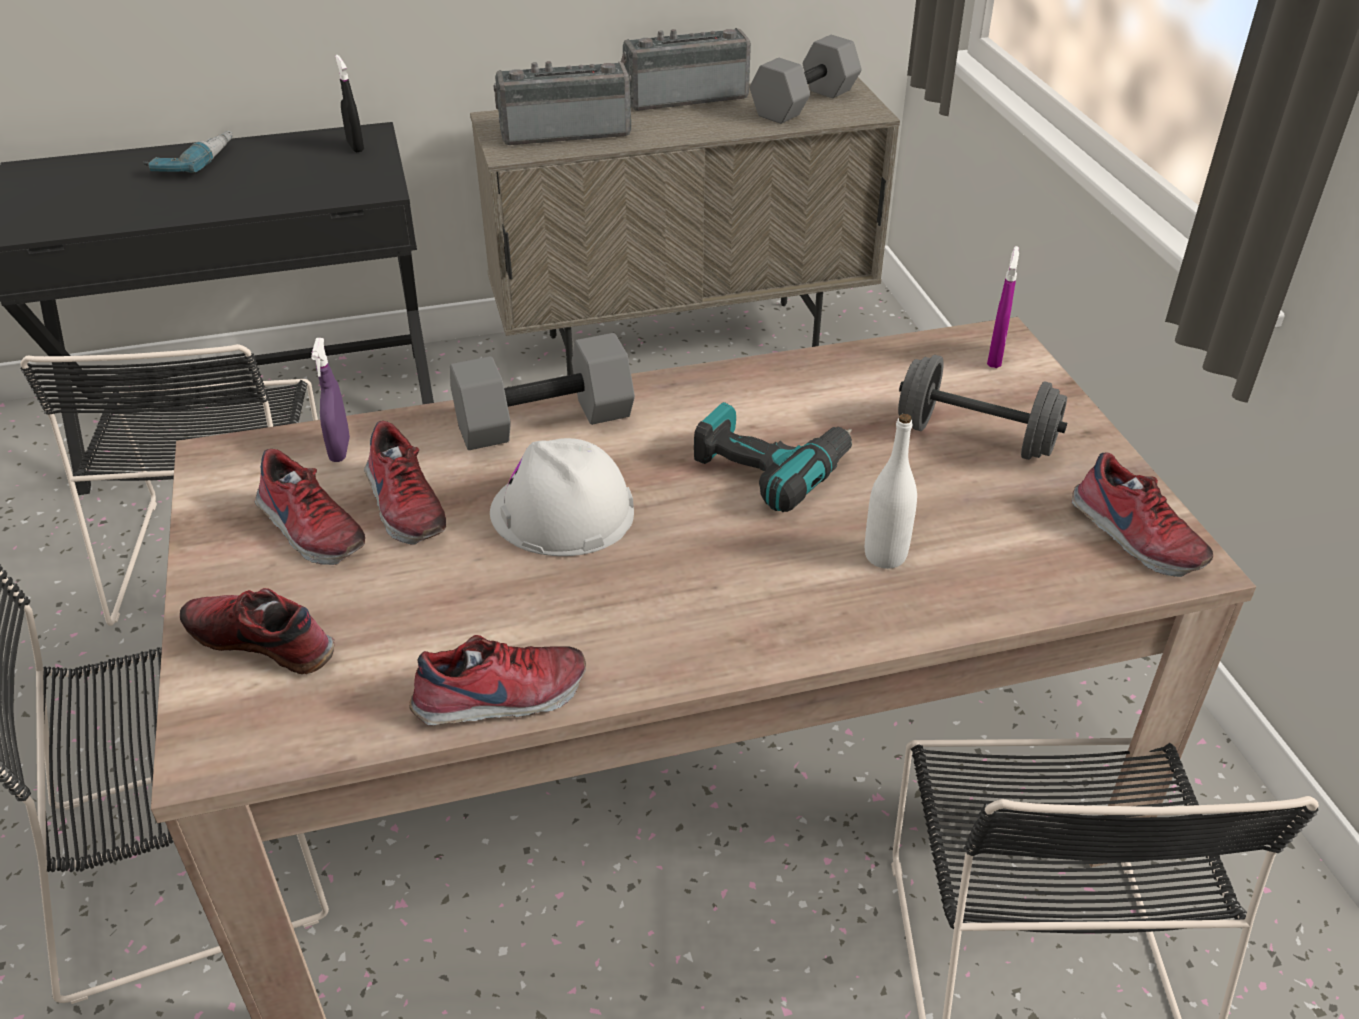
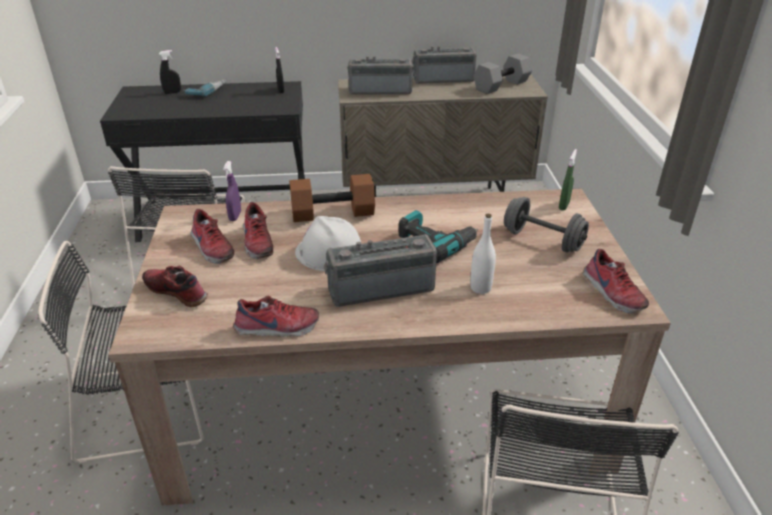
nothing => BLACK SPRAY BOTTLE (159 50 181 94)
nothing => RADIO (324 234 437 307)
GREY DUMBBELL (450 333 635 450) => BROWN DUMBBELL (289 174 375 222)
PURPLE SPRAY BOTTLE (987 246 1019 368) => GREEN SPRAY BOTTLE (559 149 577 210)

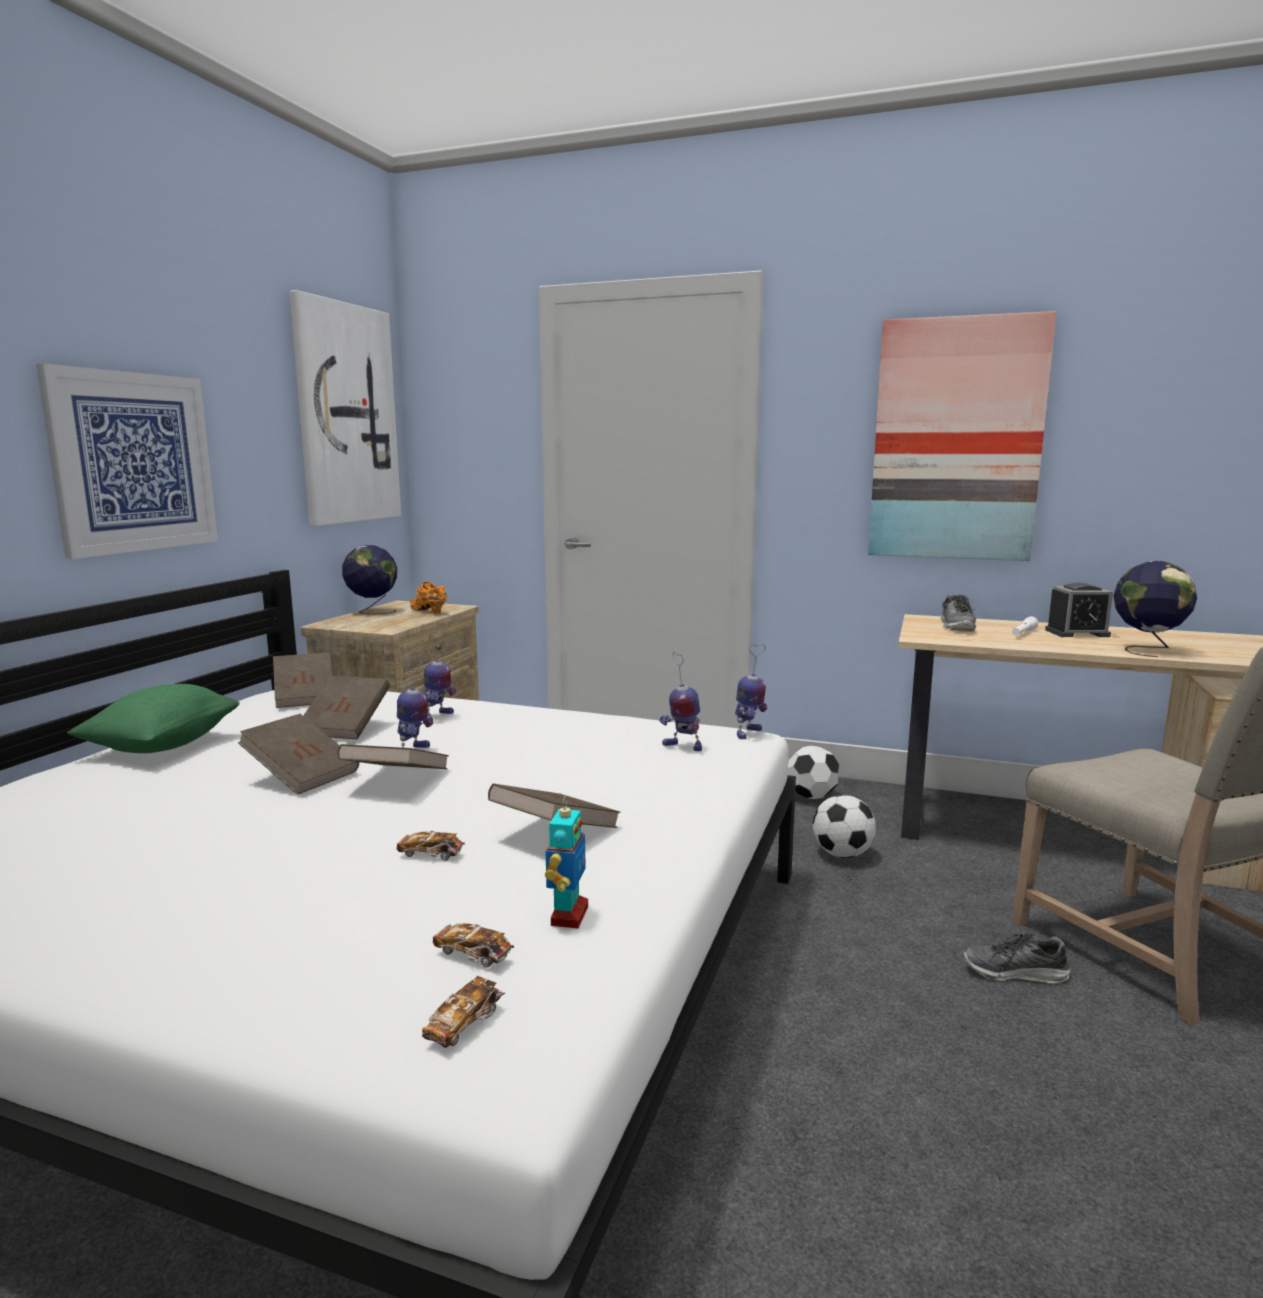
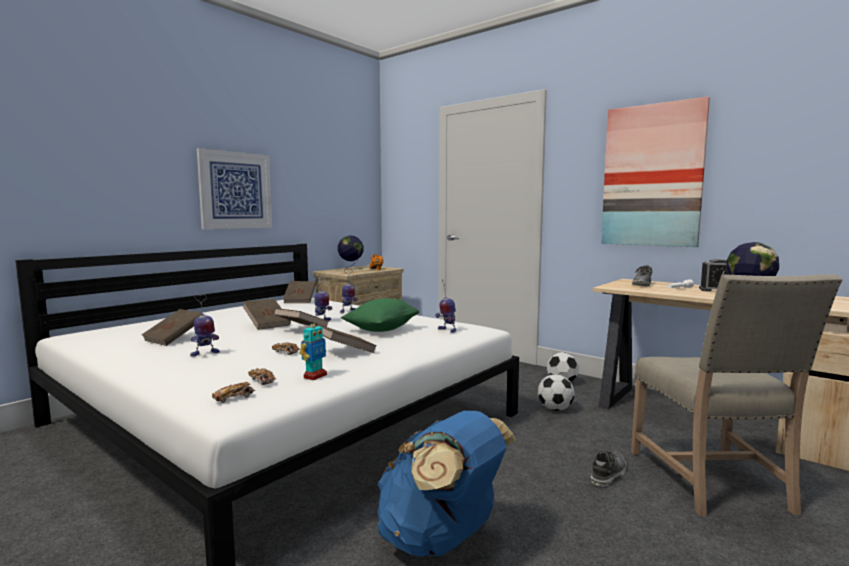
PICTURE (290 290 401 526) => nothing
nothing => BLUE BACKPACK (378 411 516 557)
GREEN PILLOW (67 684 240 753) => GREEN PILLOW (341 298 420 332), relocated
BROWN BOOK (303 676 390 739) => BROWN BOOK (141 309 202 346), relocated
TOY ROBOT (735 644 767 739) => TOY ROBOT (190 294 220 357), relocated
SHOE (964 933 1070 983) => SHOE (591 450 626 487), 105 degrees clockwise

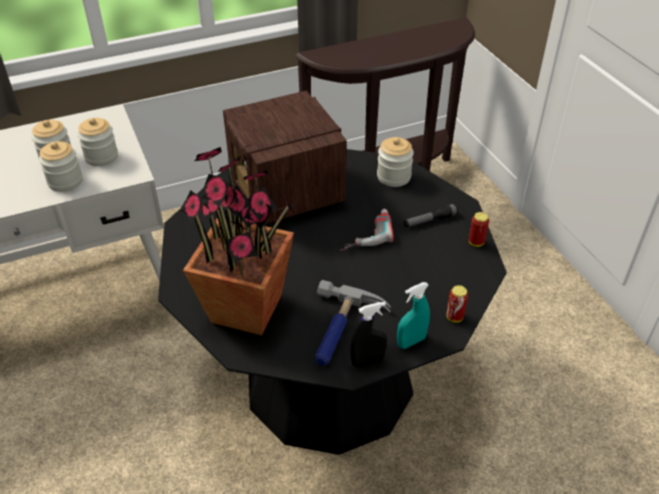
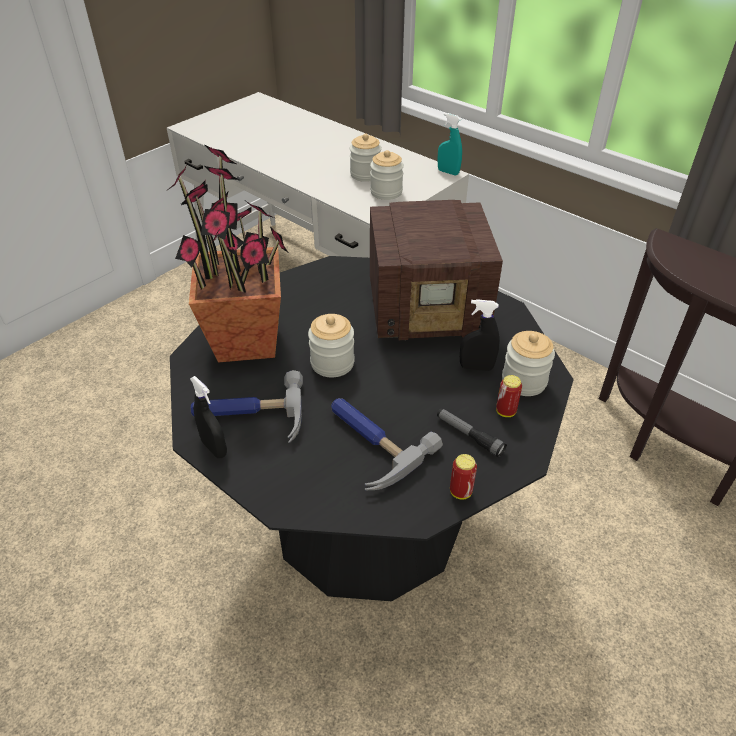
POWER DRILL (340 209 394 251) => nothing
nothing => HAMMER (331 398 443 490)
nothing => BLACK SPRAY BOTTLE (460 299 500 371)
JAR (39 141 83 192) => JAR (308 314 355 377), relocated
TURQUOISE SPRAY BOTTLE (397 282 430 349) => TURQUOISE SPRAY BOTTLE (438 113 462 176), relocated
CAN (446 285 468 323) => CAN (496 375 522 417), relocated
RADIO (223 90 347 224) => RADIO (370 200 503 340), 135 degrees counterclockwise

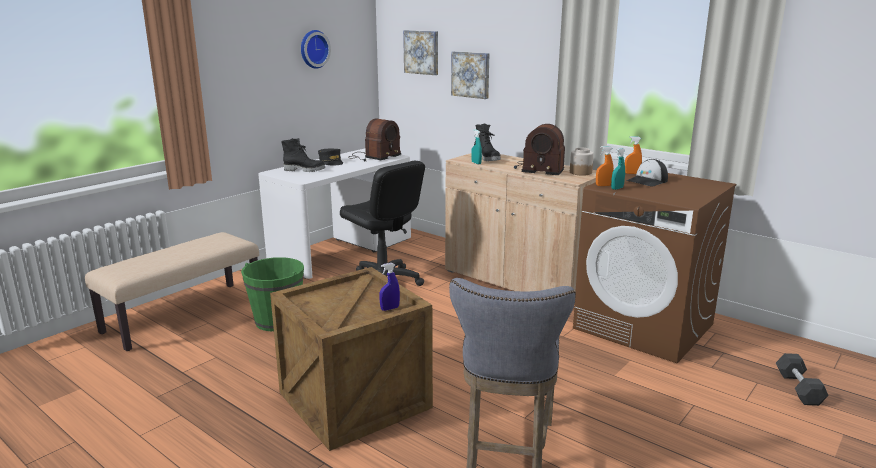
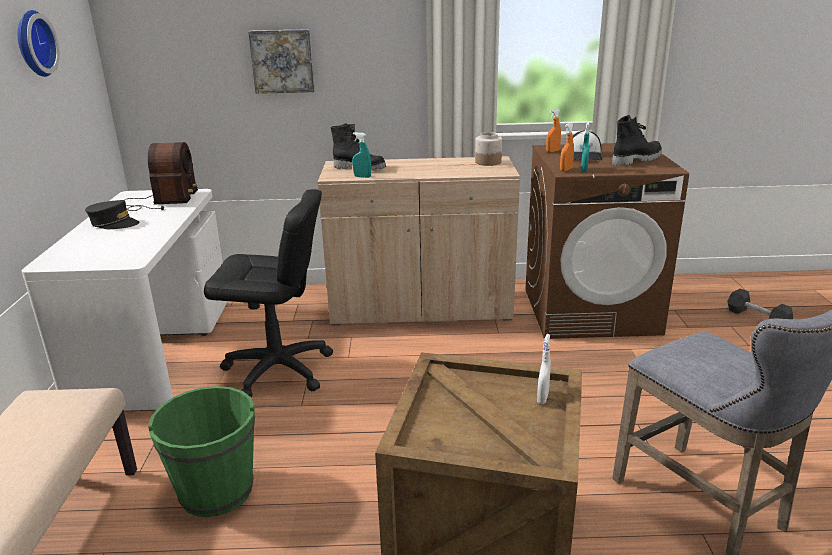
PICTURE (403 30 438 75) => nothing
RADIO (514 124 565 175) => nothing
BLACK BOOT (281 138 325 172) => BLACK BOOT (612 115 662 166), relocated
BLUE SPRAY BOTTLE (379 263 400 311) => WHITE SPRAY BOTTLE (537 334 551 404)

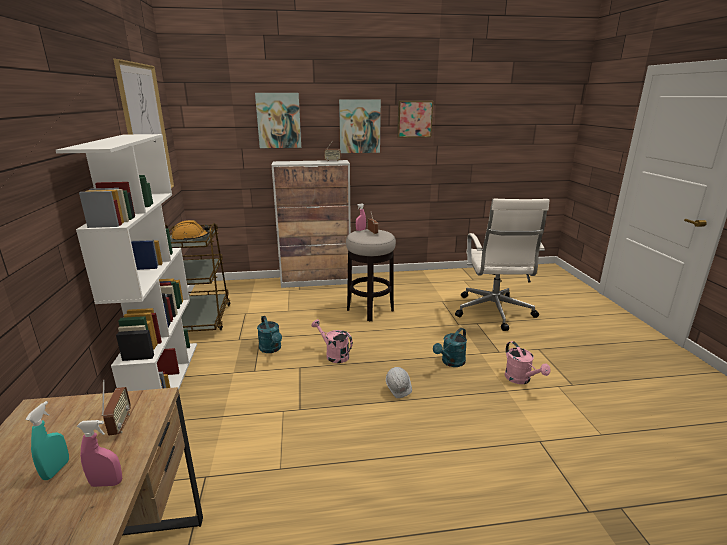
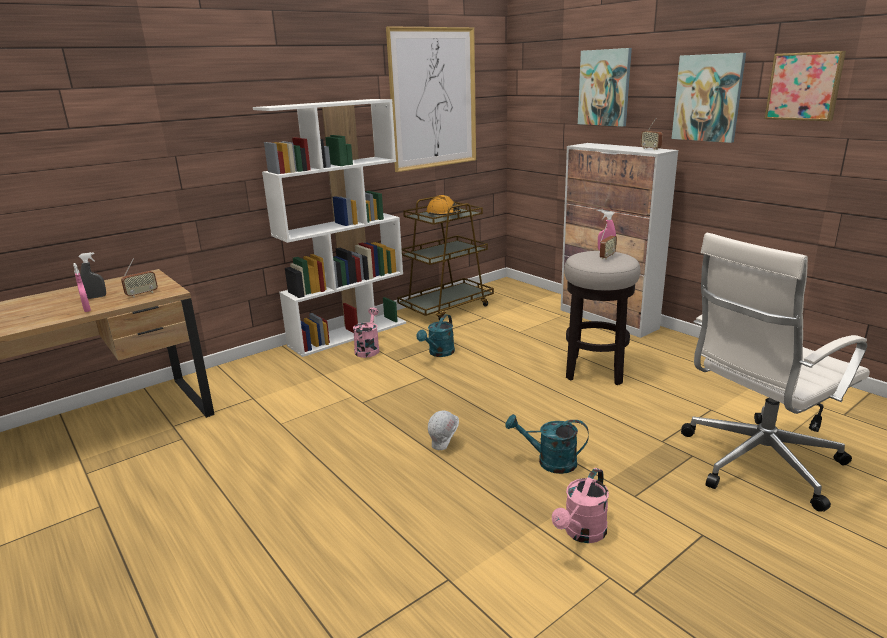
PINK WATERING CAN (311 319 353 363) => PINK WATERING CAN (353 308 380 358), relocated
TURQUOISE SPRAY BOTTLE (25 401 69 480) => GREY SPRAY BOTTLE (78 252 106 299)

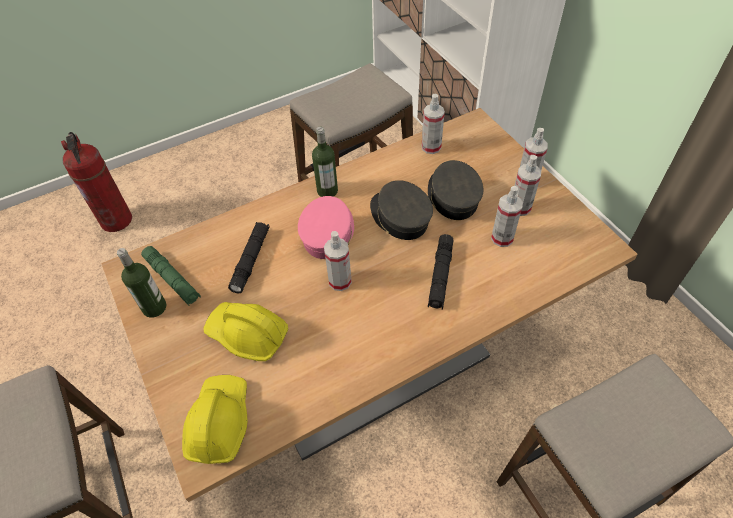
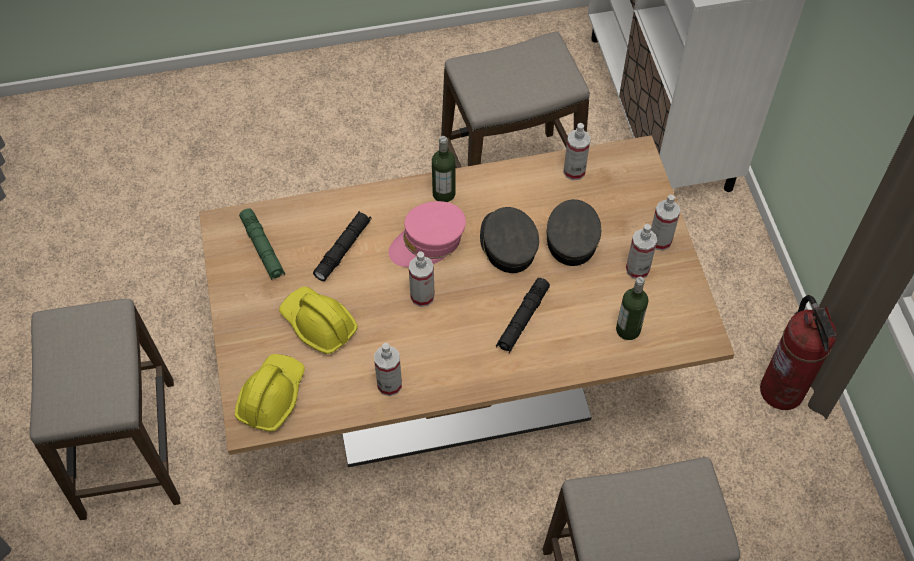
FIRE EXTINGUISHER (61 132 132 232) => FIRE EXTINGUISHER (760 295 837 410), relocated
BOTTLE (117 248 166 318) => BOTTLE (616 277 648 340), relocated
SPRAY BOTTLE (491 186 523 247) => SPRAY BOTTLE (374 343 402 396), relocated
PINK CAP (298 196 354 259) => PINK CAP (388 201 466 267), 150 degrees counterclockwise

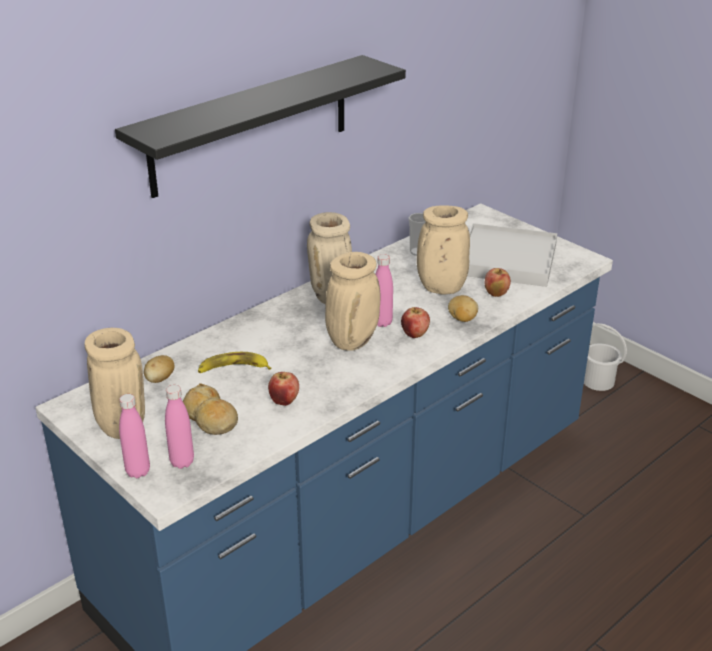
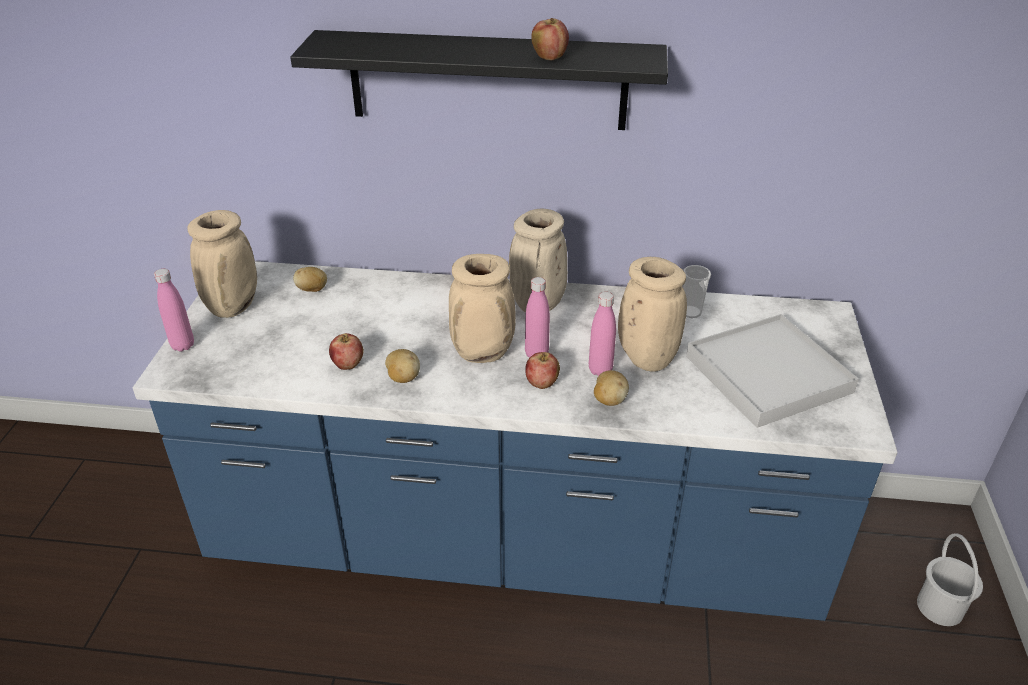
BREAD (183 383 238 435) => nothing
BANANA (198 352 272 373) => nothing
nothing => POTATO (385 349 420 383)
PINK BOTTLE (165 385 194 469) => PINK BOTTLE (589 292 616 376), relocated
APPLE (485 268 511 297) => APPLE (531 18 569 60), relocated

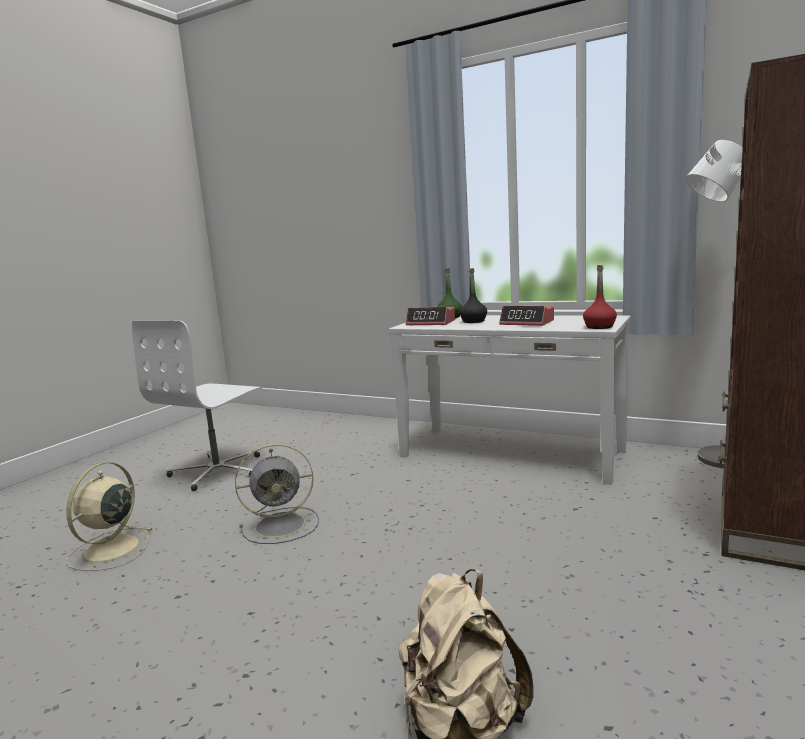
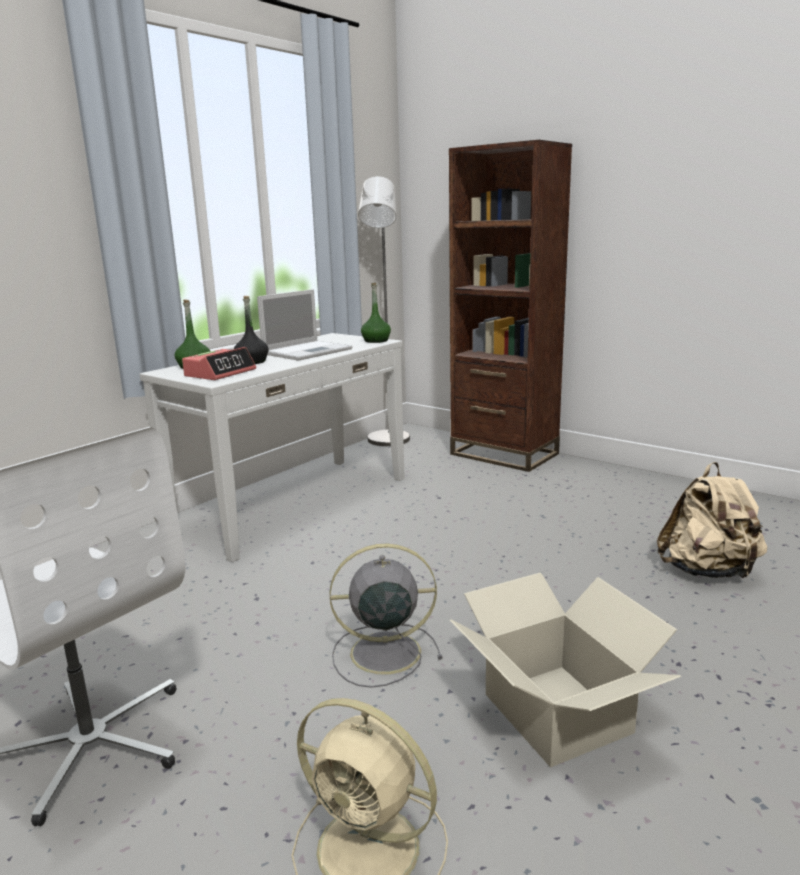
nothing => CARDBOARD BOX (450 572 682 767)
ALARM CLOCK (499 306 554 326) => LAPTOP (257 289 352 361)
RED BOTTLE (583 265 617 329) => GREEN BOTTLE (361 283 391 343)
GREY FAN (235 444 319 544) => GREY FAN (330 543 443 688), 90 degrees counterclockwise

